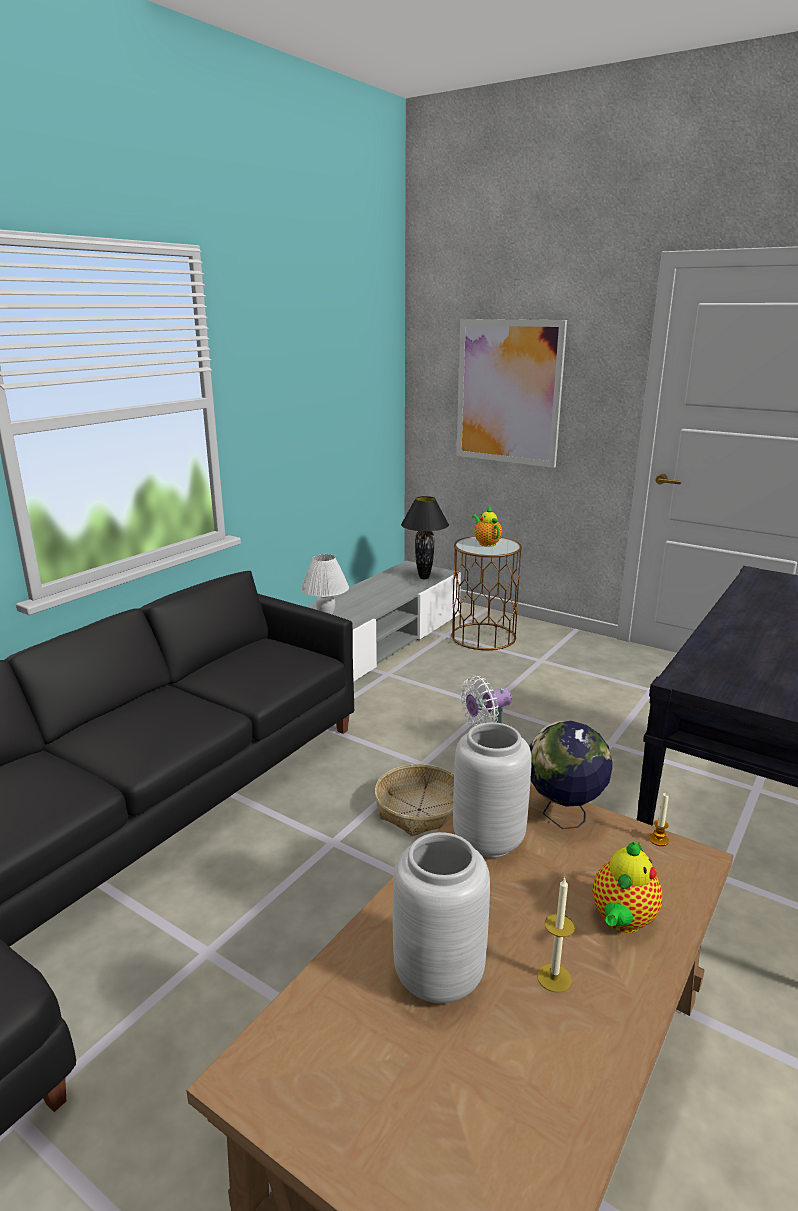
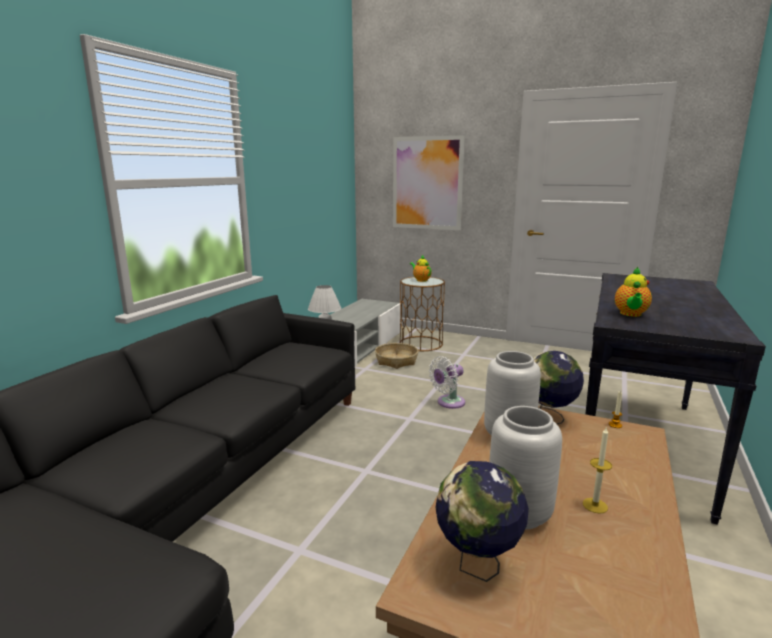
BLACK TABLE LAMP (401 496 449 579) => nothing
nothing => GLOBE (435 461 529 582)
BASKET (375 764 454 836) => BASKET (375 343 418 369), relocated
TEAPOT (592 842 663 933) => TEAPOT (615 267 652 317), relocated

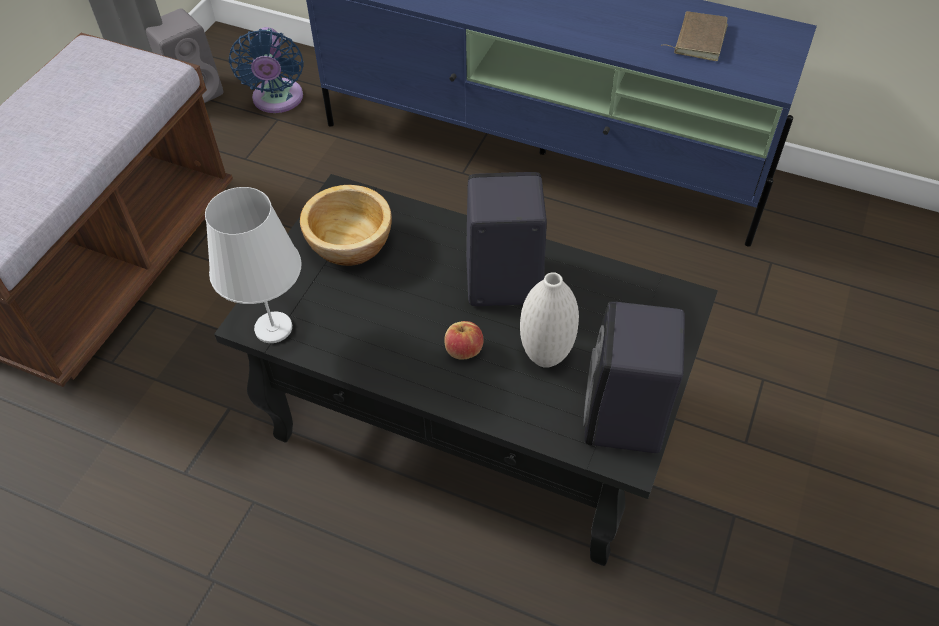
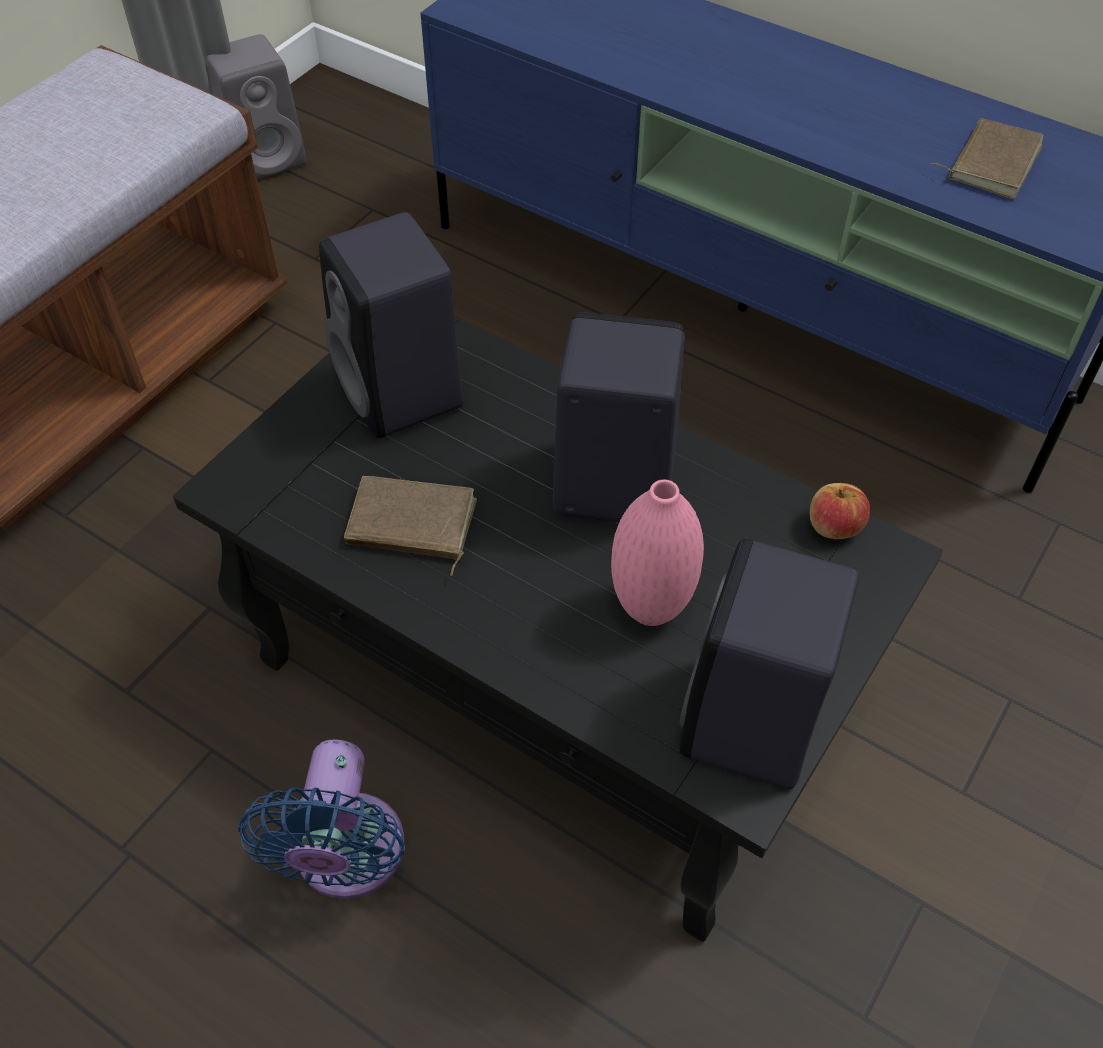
WHITE TABLE LAMP (205 187 302 343) => nothing
nothing => BROWN BOOK (344 476 477 576)
BLUE FAN (229 27 304 113) => BLUE FAN (238 740 405 899), relocated
APPLE (444 321 484 360) => APPLE (810 483 870 539), relocated
BOWL (300 185 392 266) => BLACK SPEAKER (319 212 463 438)
WHITE VASE (520 272 579 368) => PINK VASE (611 480 704 626)

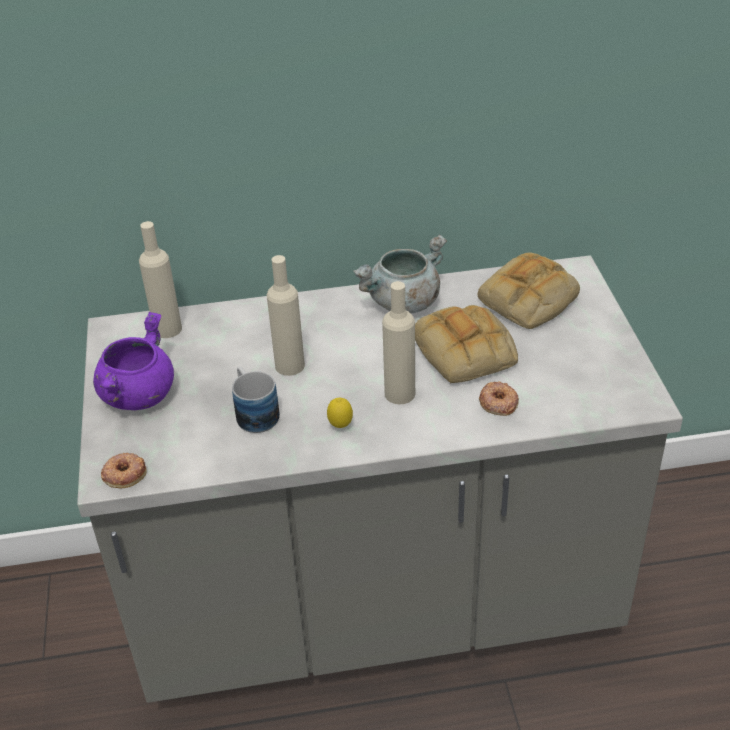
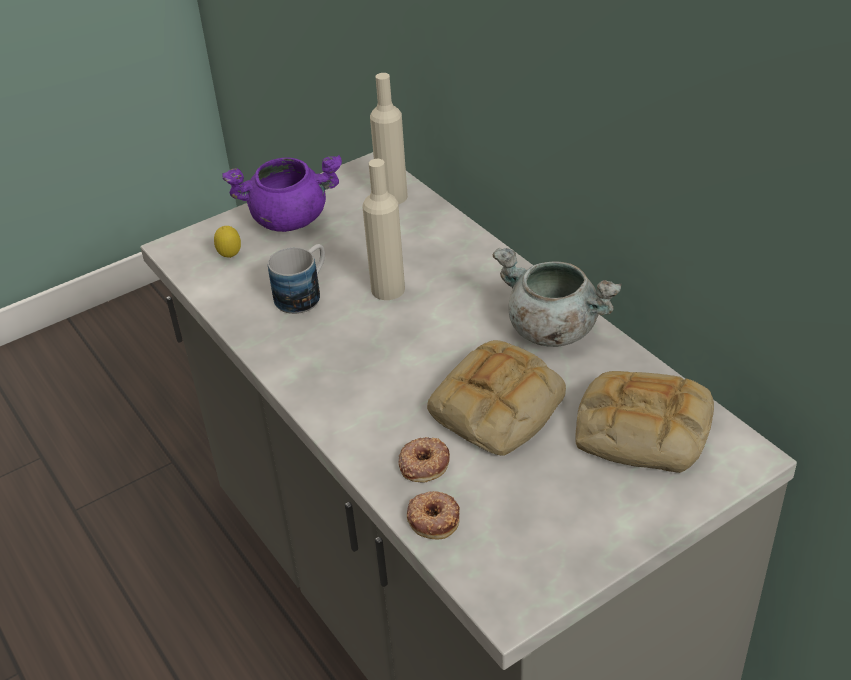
BEIGE BOTTLE (382 281 415 404) => nothing
DONUT (101 453 147 488) => DONUT (407 491 460 539), relocated
LEMON (327 398 353 428) => LEMON (214 226 241 258), relocated

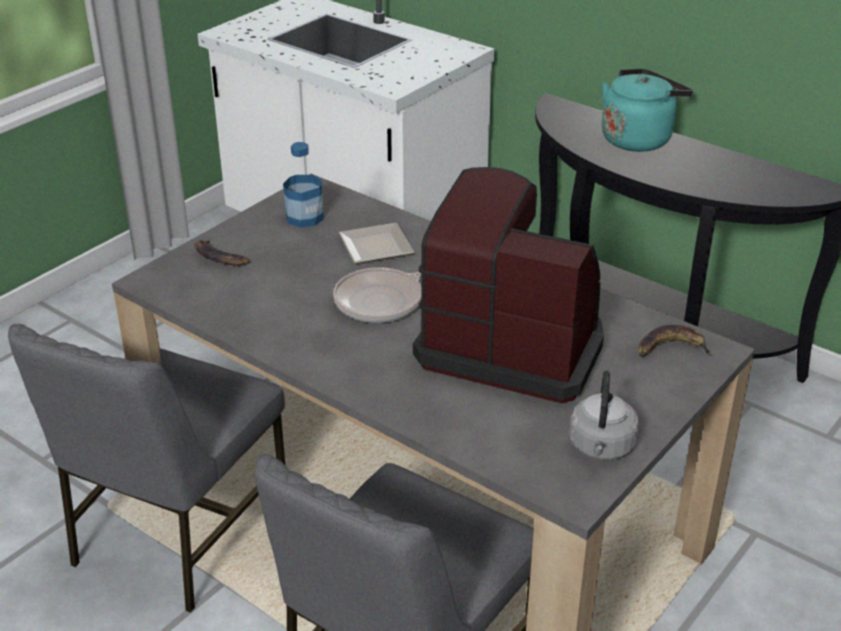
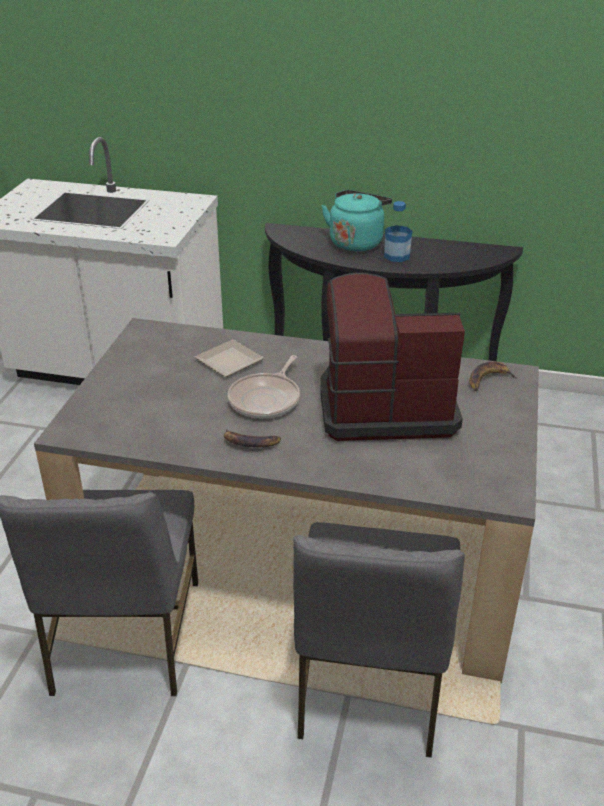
GREY KETTLE (569 370 639 460) => nothing
BANANA (195 240 250 266) => BANANA (224 429 281 447), relocated
BOTTLE (283 142 324 227) => BOTTLE (384 201 412 262), relocated

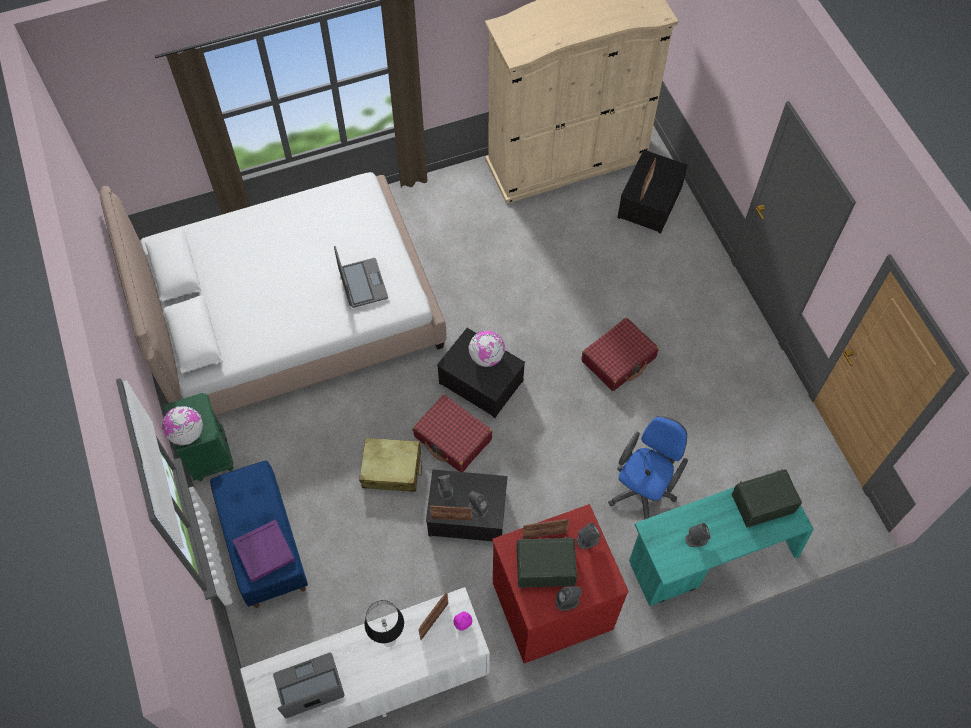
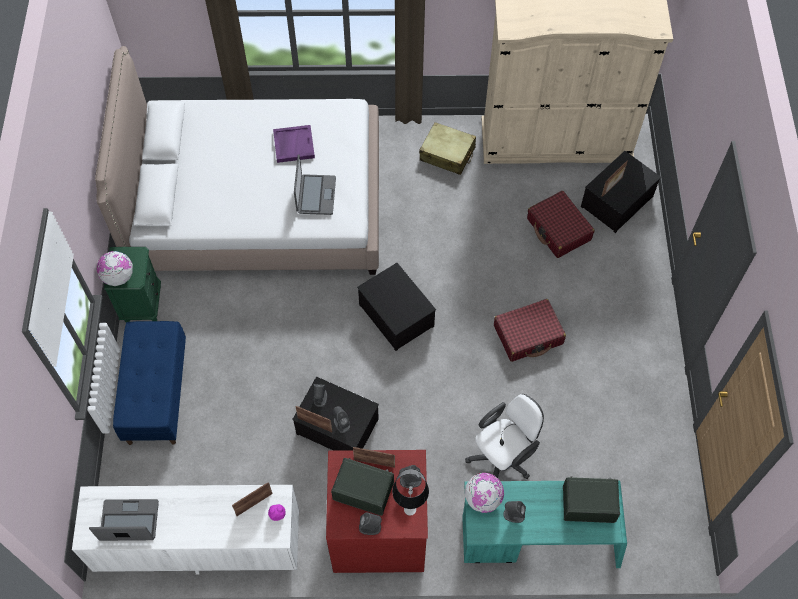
PURPLE TRAY (232 519 295 582) => PURPLE TRAY (273 125 315 163), relocated
BEIGE SUITCASE (359 438 422 492) => BEIGE SUITCASE (419 122 476 175), relocated
TABLE LAMP (364 600 404 647) => TABLE LAMP (392 469 429 516), relocated
RED SUITCASE (413 394 492 472) => RED SUITCASE (527 191 594 258), relocated
GLOBE (468 330 505 367) => GLOBE (465 473 504 513), relocated
BLUE OFFICE CHAIR (608 416 688 520) => WHITE OFFICE CHAIR (465 394 544 479)

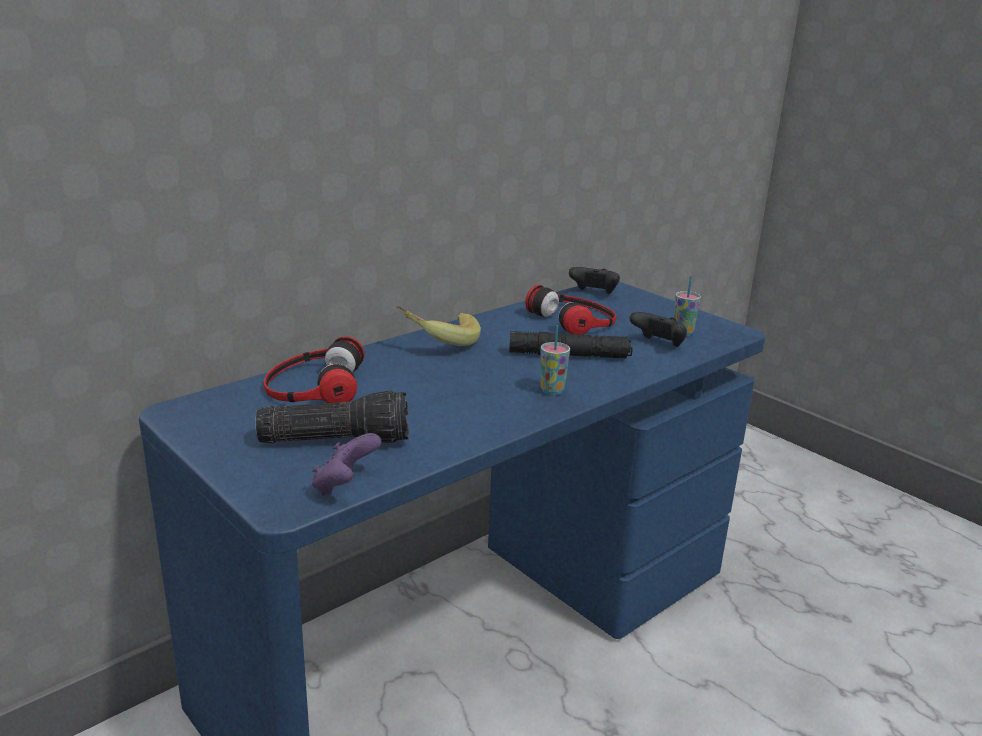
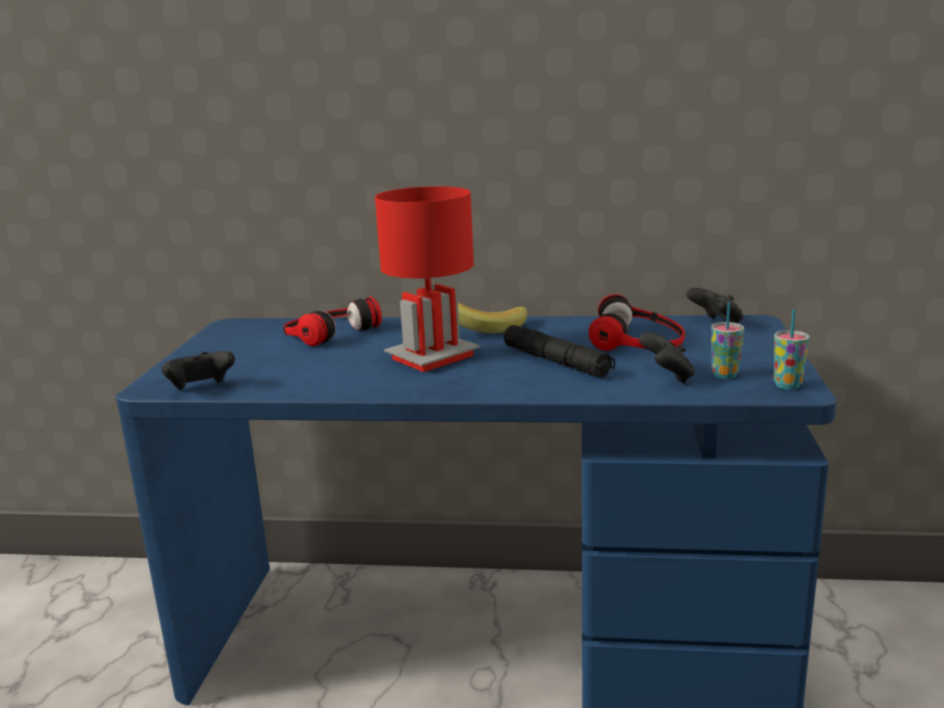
FLASHLIGHT (255 391 409 443) => nothing
nothing => RED TABLE LAMP (375 186 480 372)
CUP (541 325 570 395) => CUP (774 309 809 390), relocated
PURPLE GAME CONTROLLER (312 433 381 496) => BLACK GAME CONTROLLER (162 351 235 390)

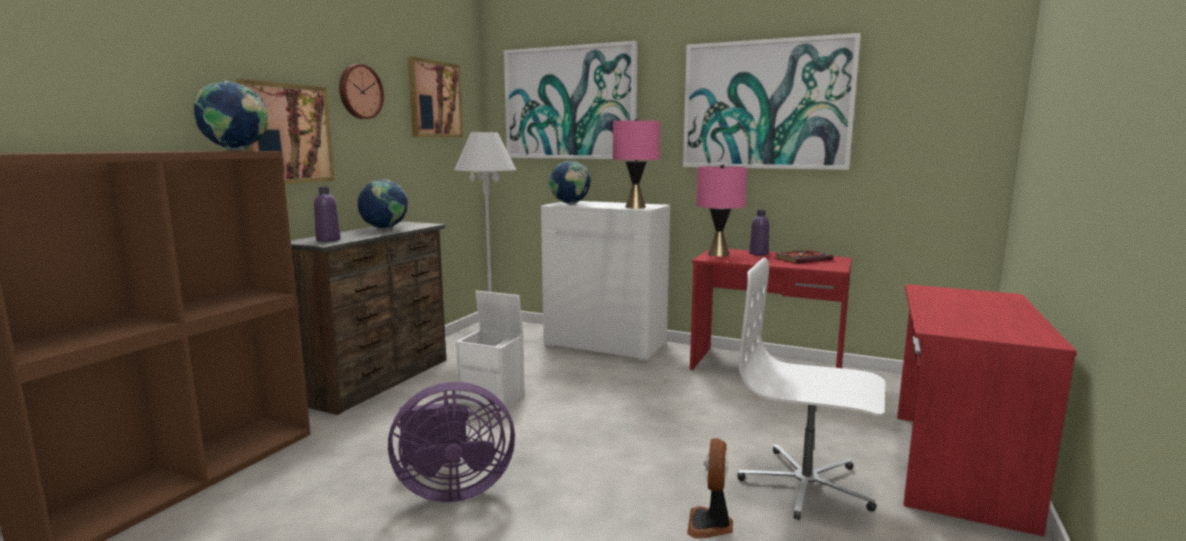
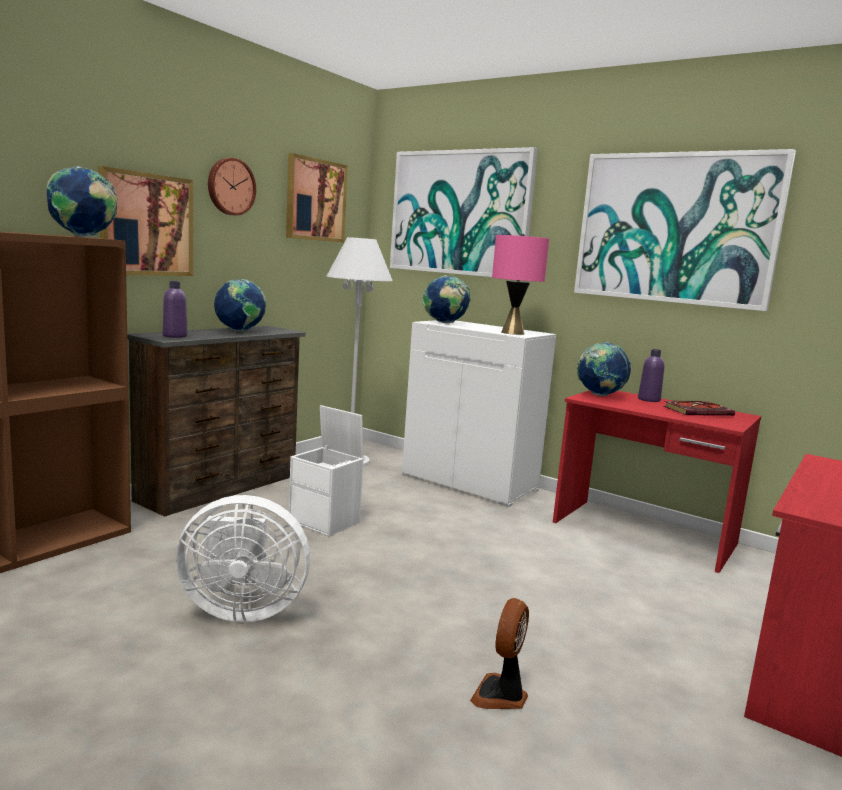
WHITE OFFICE CHAIR (737 257 885 520) => nothing
PINK TABLE LAMP (696 164 747 257) => GLOBE (577 342 631 396)
PURPLE FAN (388 382 515 502) => WHITE FAN (176 495 310 622)

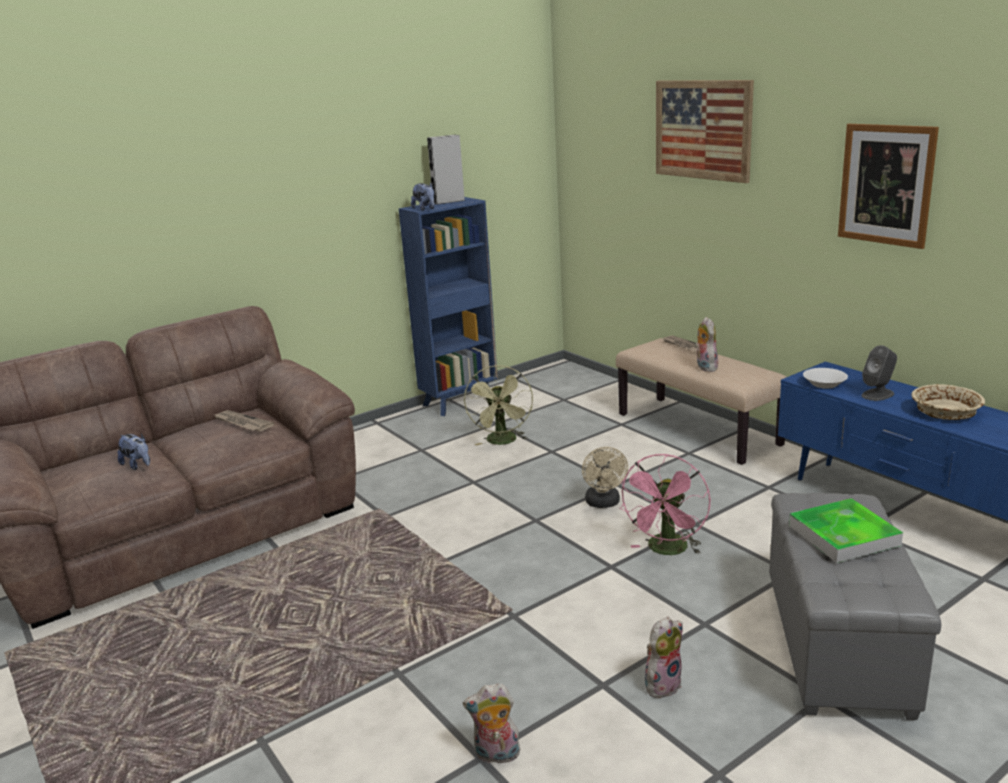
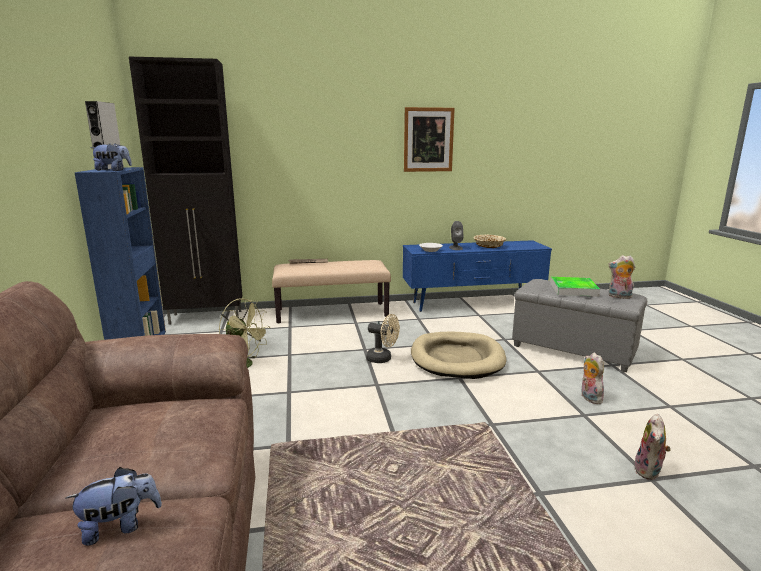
NEWSPAPER (213 410 275 431) => nothing
PICTURE (656 80 754 183) => nothing
nothing => BLACK CABINET (129 57 242 325)
PLUSH TOY (694 317 718 372) => PLUSH TOY (608 255 635 299), relocated
PINK FAN (620 454 710 555) => BEIGE DOG BED (411 332 506 379)

